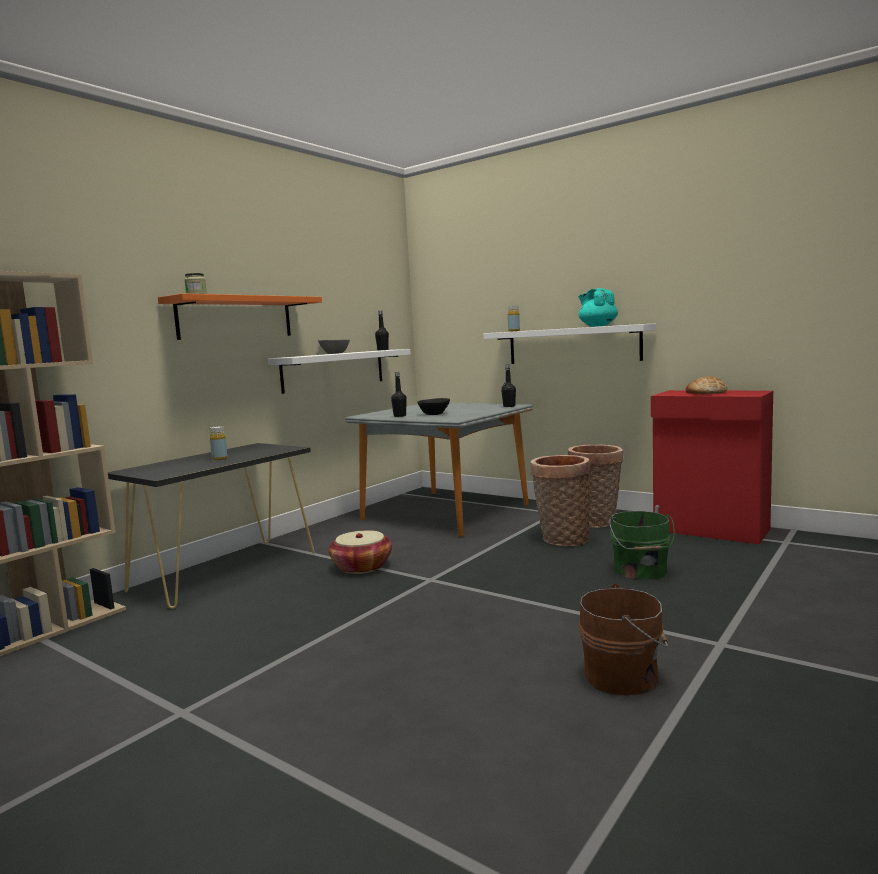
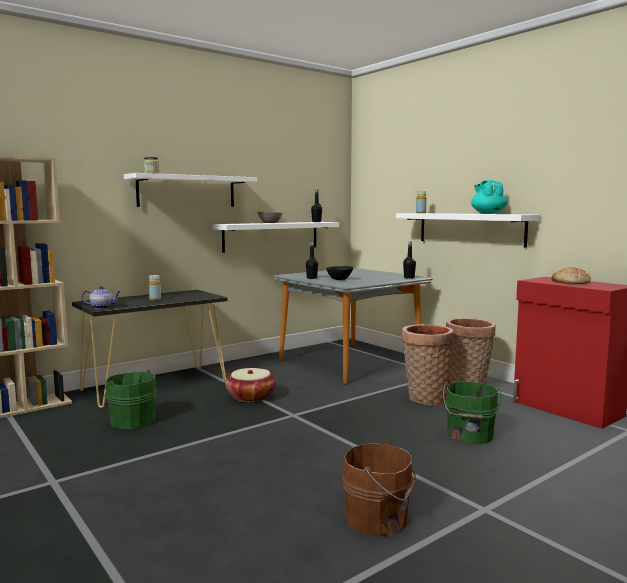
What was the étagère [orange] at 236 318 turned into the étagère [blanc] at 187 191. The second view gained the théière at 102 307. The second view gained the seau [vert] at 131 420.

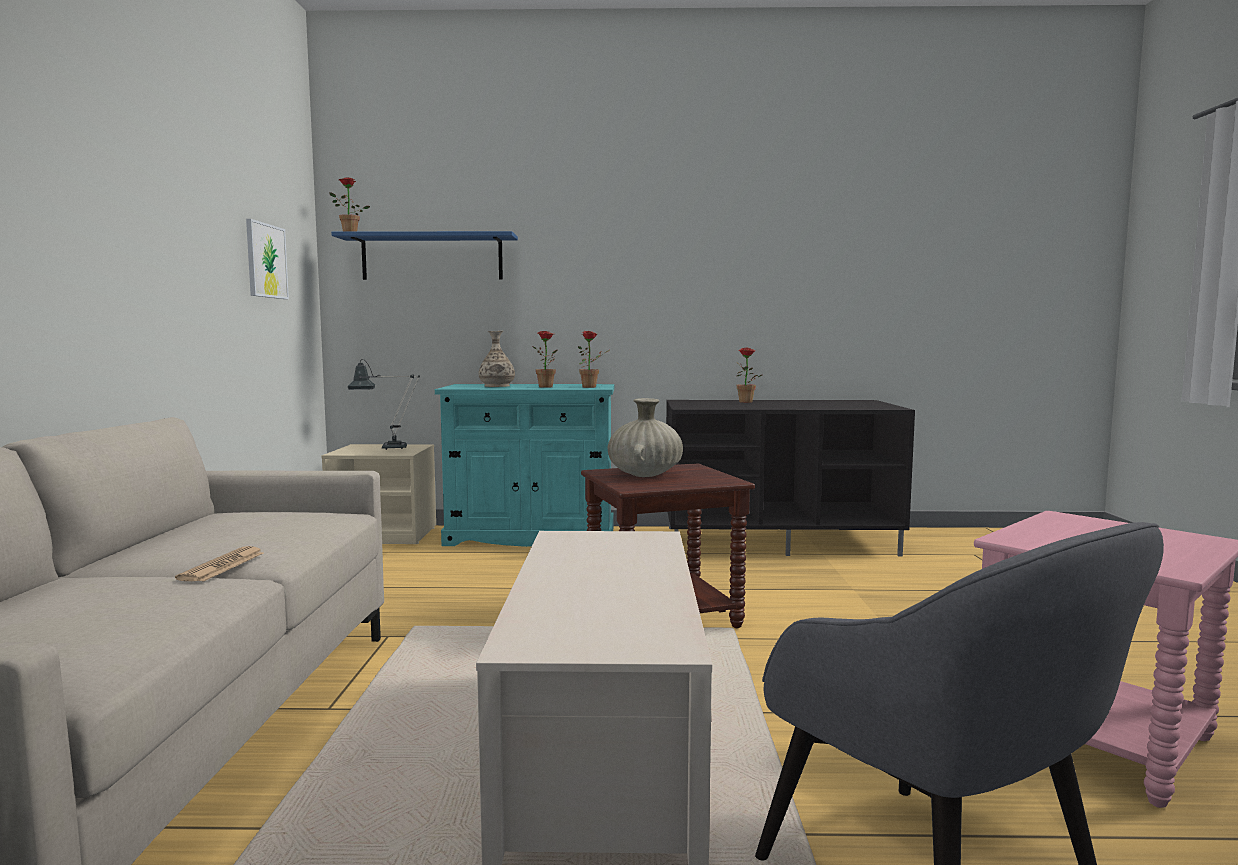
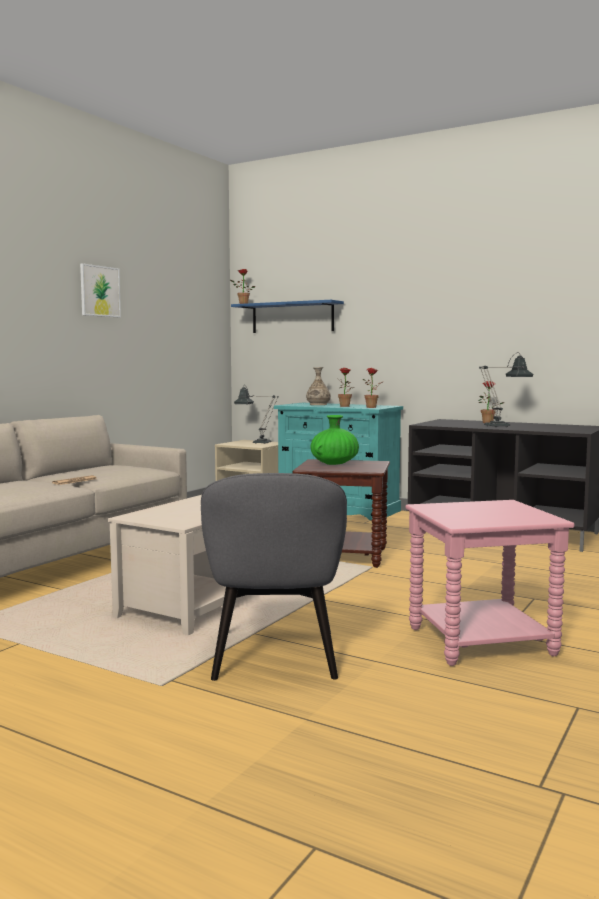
The tableau ended up elsewhere, having gone from 266 261 to 100 291. What was the vase [beige] at 645 475 turned into the vase [vert] at 334 463. The second view gained the lampe de table at 502 426.

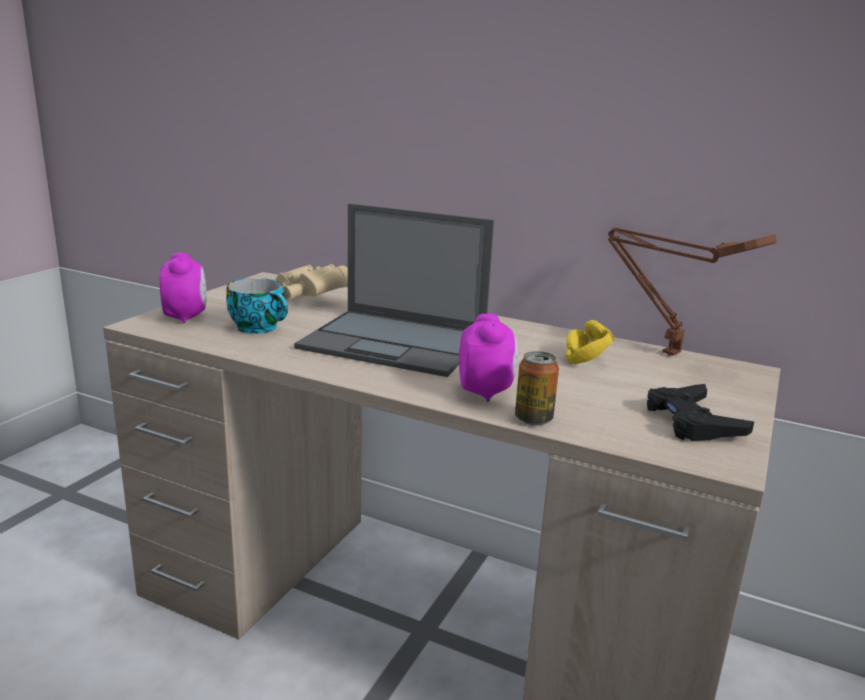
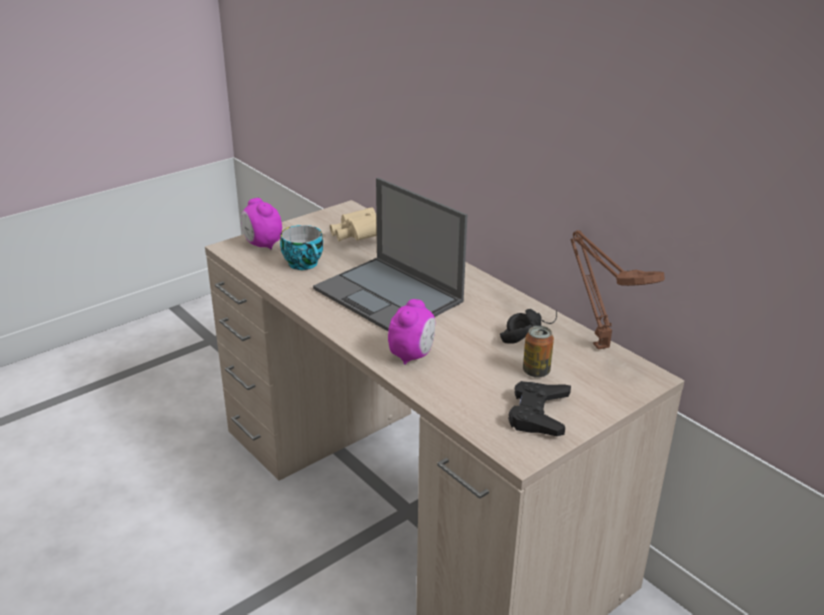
The réveil at 186 317 ended up facing another way, 135 degrees clockwise from before. The boîte métallique ended up elsewhere, having gone from 533 419 to 536 371. What was the casque audio [jaune] at 584 353 turned into the casque audio [noir] at 527 332.

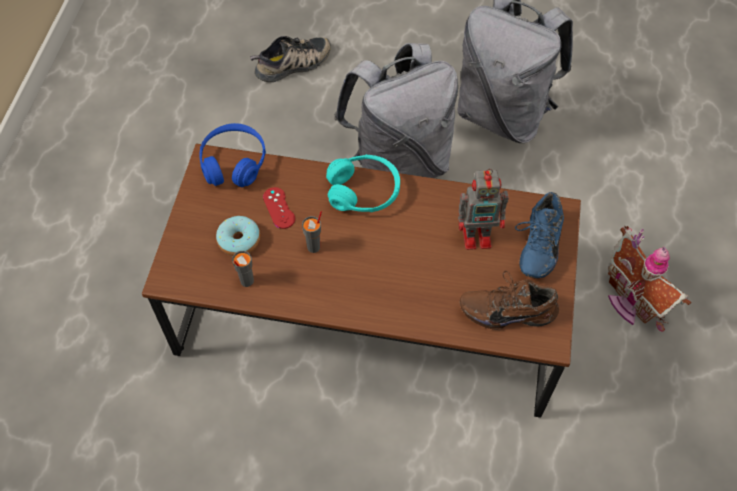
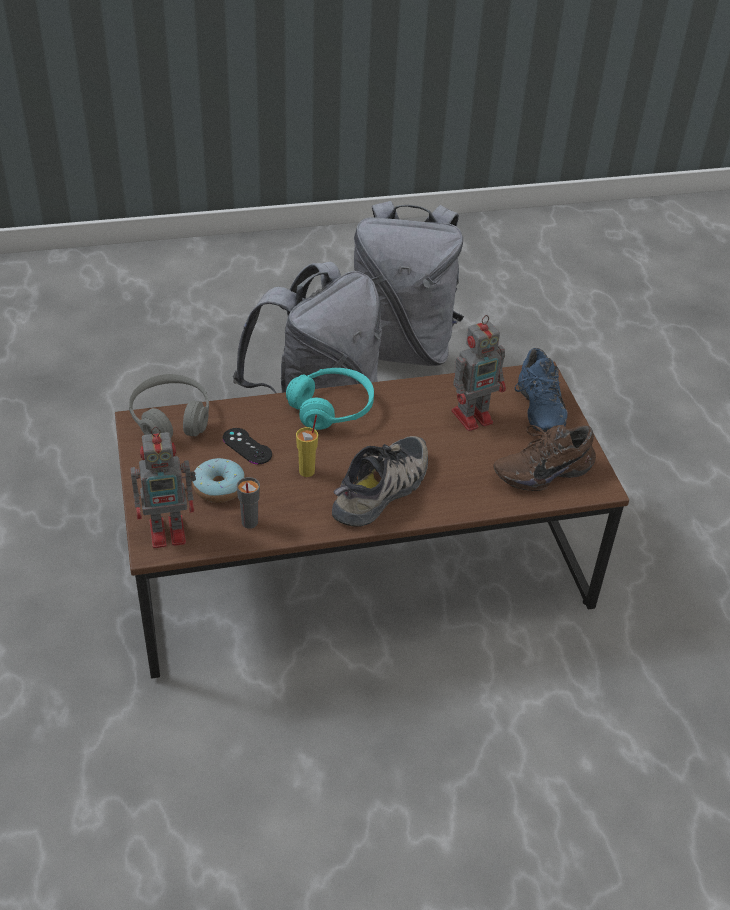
What was the casque audio [bleu] at 234 163 turned into the casque audio [gris] at 171 418. The chaussure ended up elsewhere, having gone from 293 65 to 383 490. What was the manette [rouge] at 279 208 turned into the manette [noir] at 247 446. What was the tasse [gris] at 314 247 turned into the tasse [jaune] at 307 471. The second view lost the maison miniature at 632 301. The second view gained the robot jouet at 170 531.

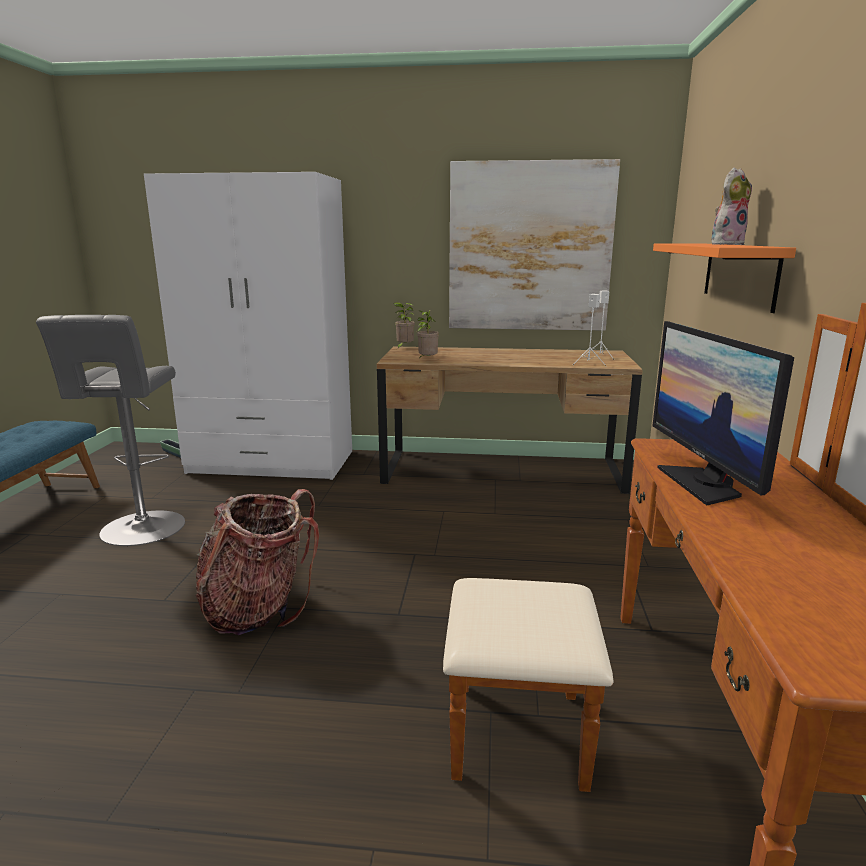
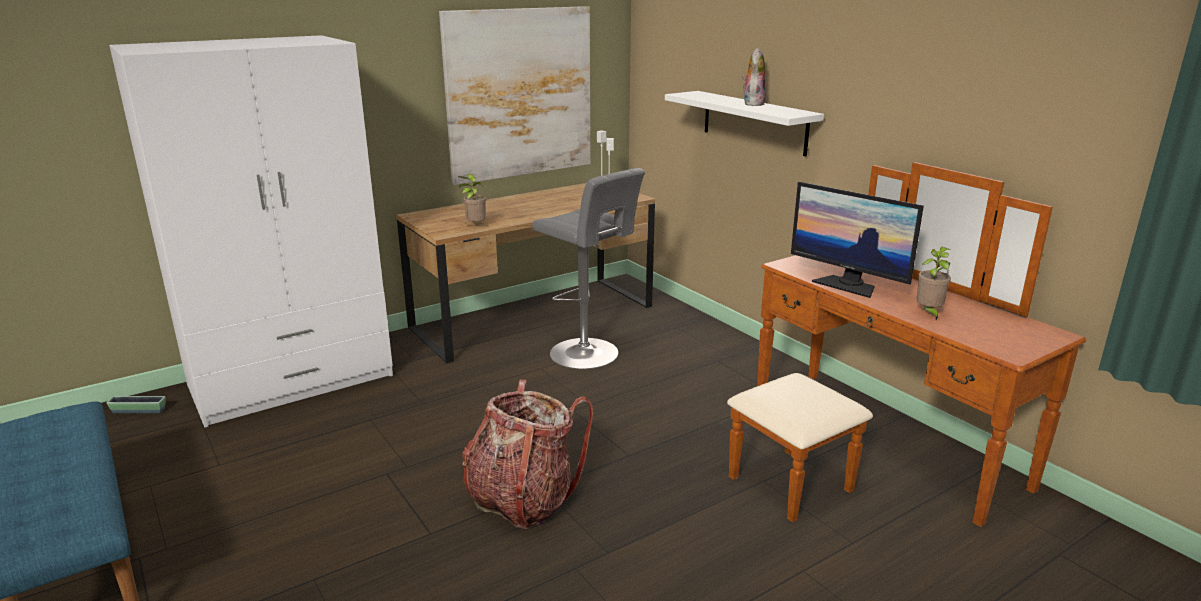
The tabouret [gris] ended up elsewhere, having gone from 141 530 to 588 355. The plante en pot ended up elsewhere, having gone from 404 348 to 928 313. What was the étagère [orange] at 739 273 turned into the étagère [blanc] at 754 122.

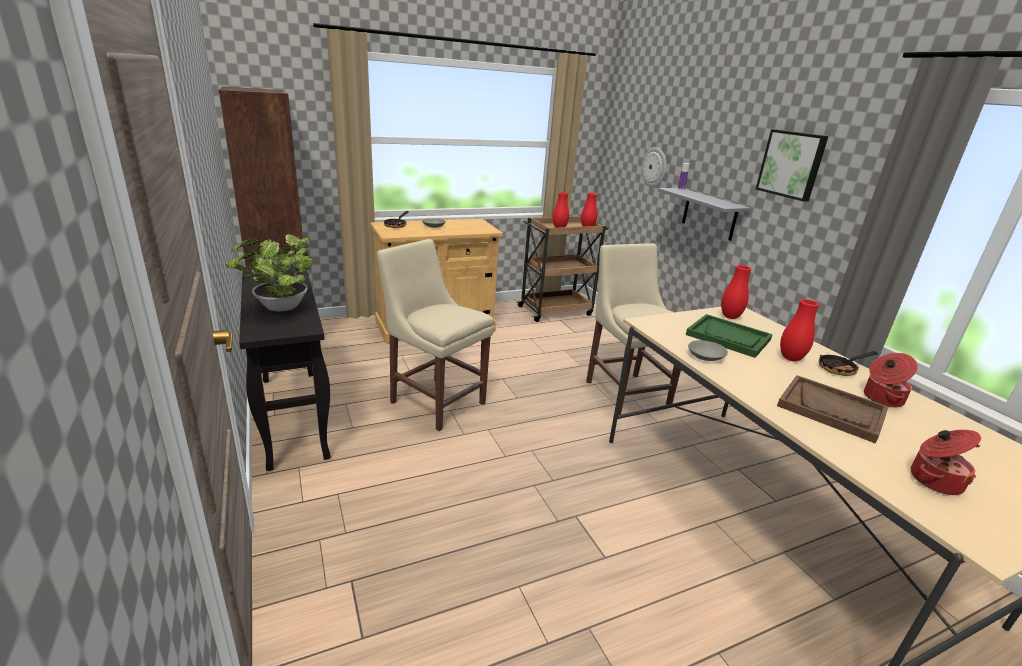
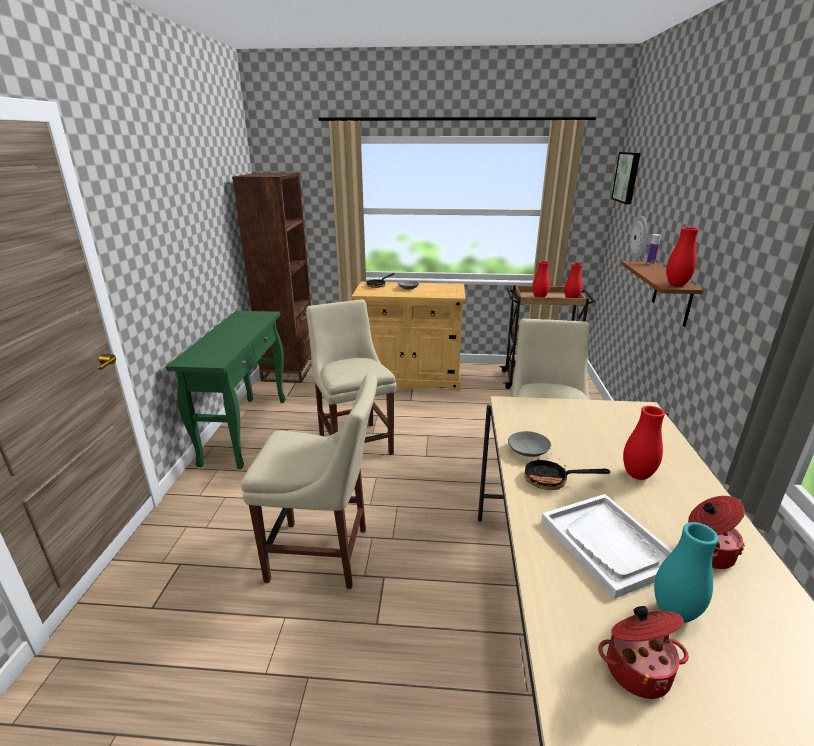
The second view lost the plante en pot at 279 309. What was the table console [noir] at 292 415 turned into the table console [vert] at 246 429. What was the étagère [gris] at 709 214 turned into the étagère [marron] at 672 294. The second view lost the plateau [vert] at 728 337. The vase [rouge] ended up elsewhere, having gone from 730 317 to 676 284. The tableau ended up elsewhere, having gone from 792 164 to 628 177. What was the plateau [marron] at 831 410 turned into the plateau [blanc] at 608 544. The poêle ended up elsewhere, having gone from 840 369 to 552 480. The second view gained the chaise [beige] at 324 555. The second view gained the vase [turquoise] at 674 612.

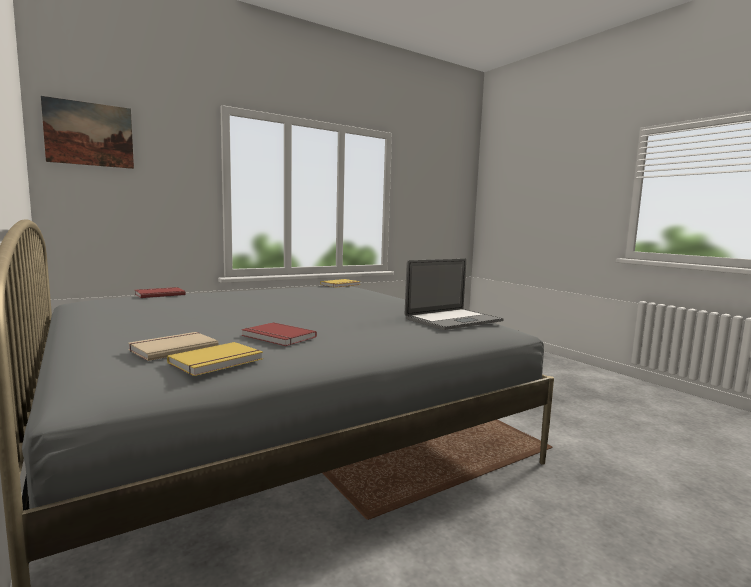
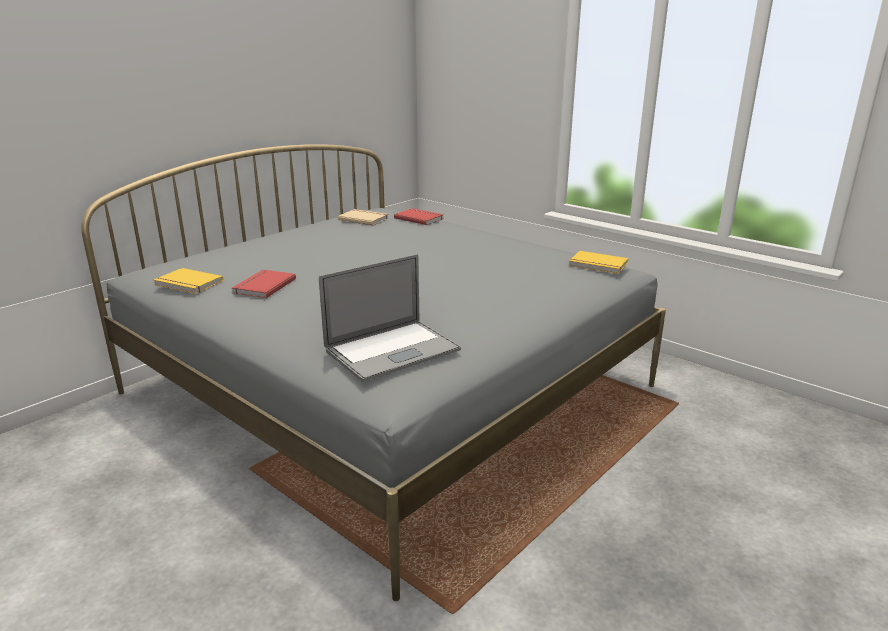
The second view lost the tableau at 89 134. The livre [beige] ended up elsewhere, having gone from 172 348 to 364 219. The ordinateur portable at 453 320 ended up facing another way, 75 degrees counterclockwise from before.

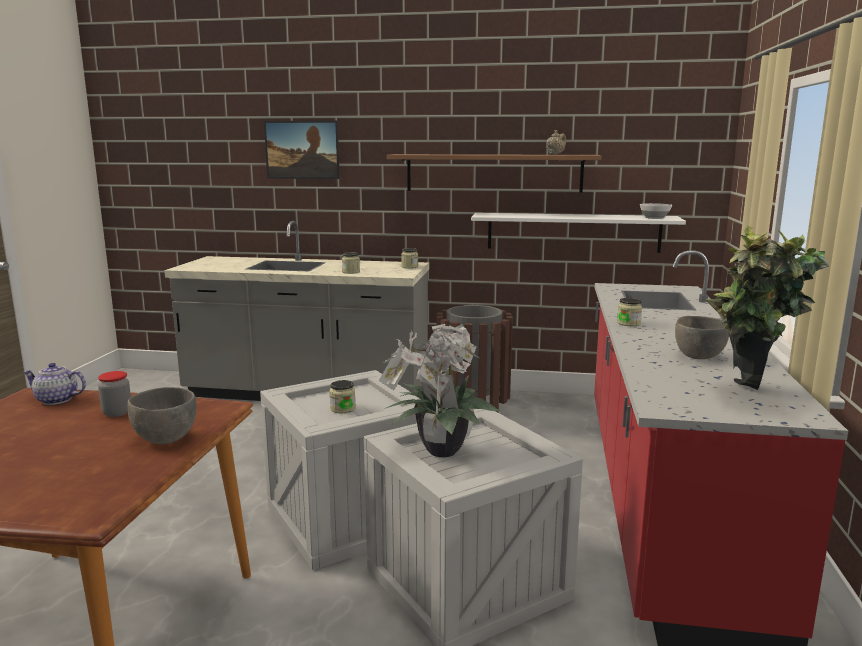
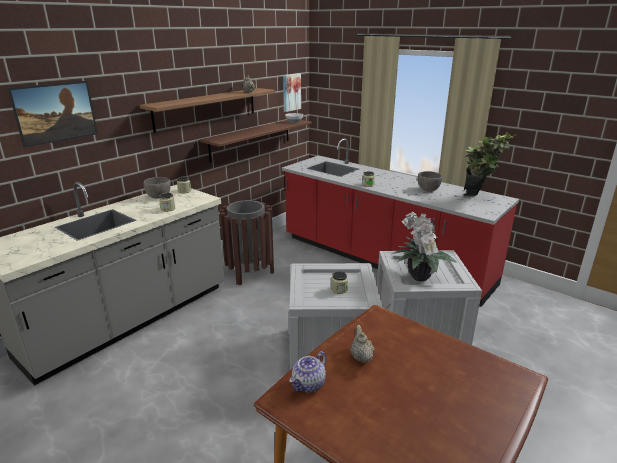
Where the bocal stood at 117 413, the théière [beige] came to stand at 361 356. The bol [gris] ended up elsewhere, having gone from 165 438 to 158 197. What was the étagère [blanc] at 573 232 turned into the étagère [marron] at 251 139. The second view gained the tableau at 291 92.

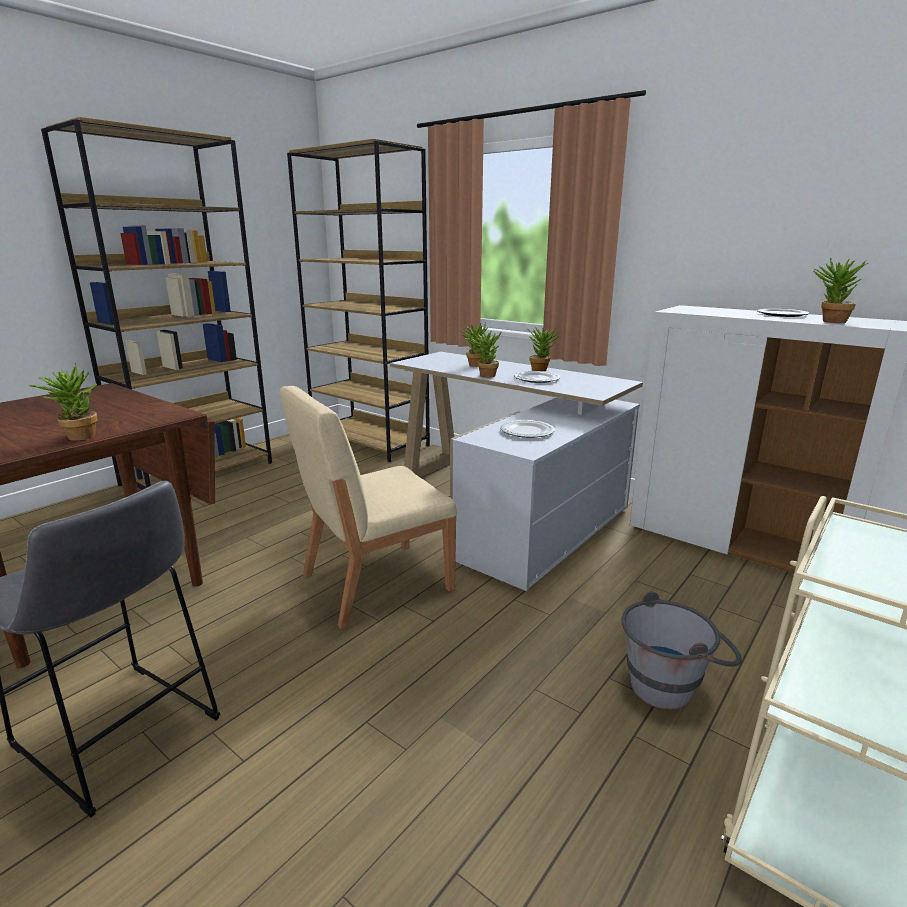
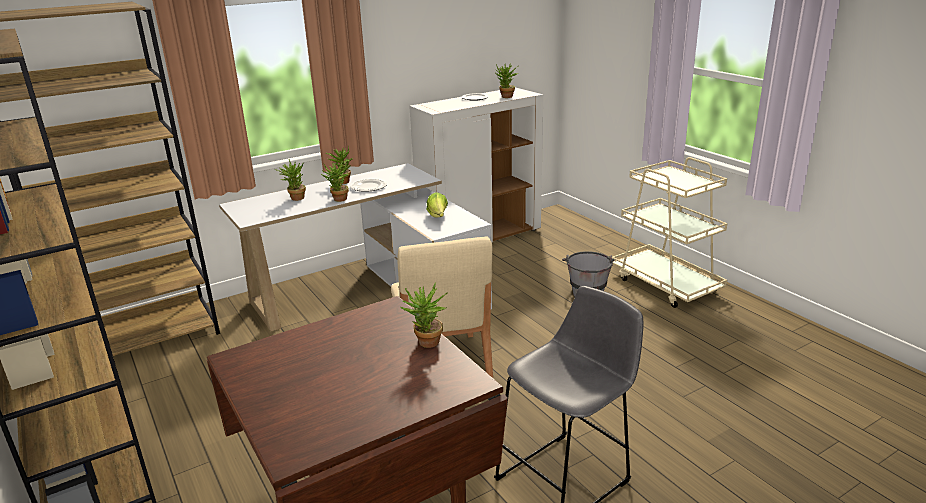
Where the assiette stood at 528 431, the laitue came to stand at 438 217.

